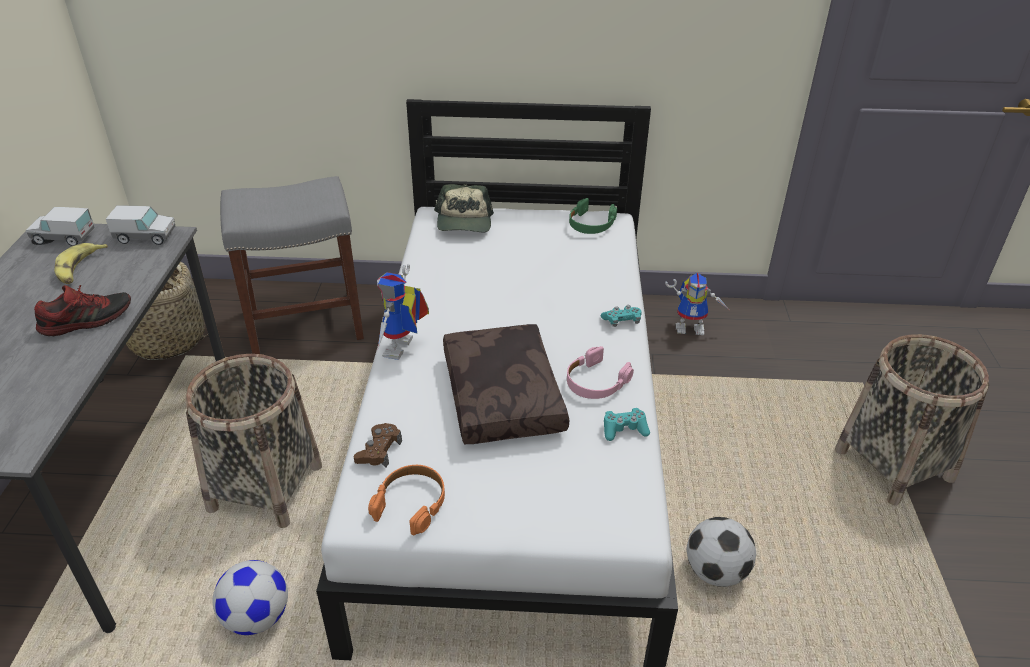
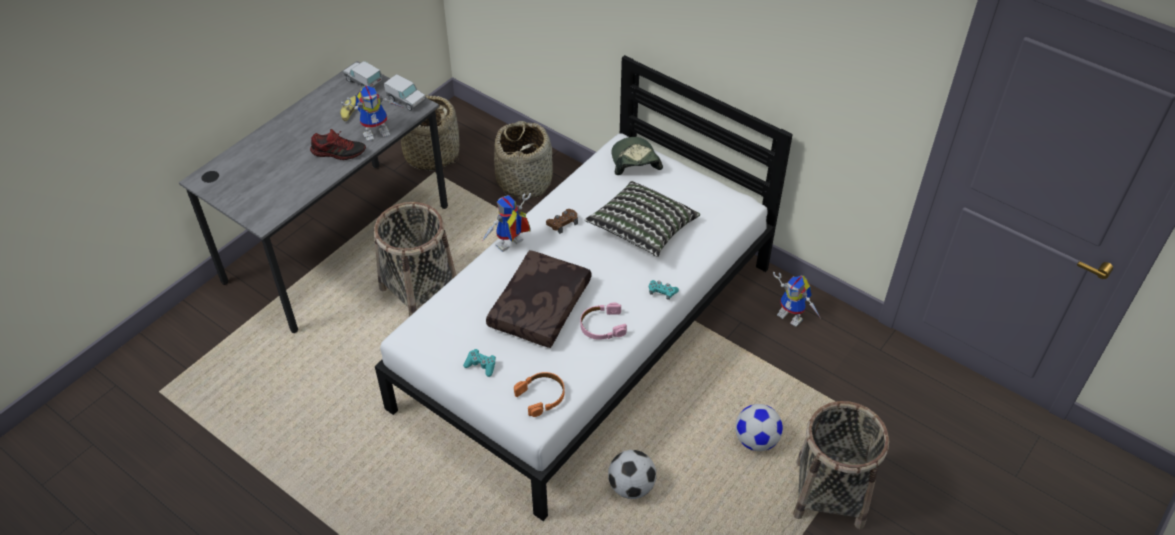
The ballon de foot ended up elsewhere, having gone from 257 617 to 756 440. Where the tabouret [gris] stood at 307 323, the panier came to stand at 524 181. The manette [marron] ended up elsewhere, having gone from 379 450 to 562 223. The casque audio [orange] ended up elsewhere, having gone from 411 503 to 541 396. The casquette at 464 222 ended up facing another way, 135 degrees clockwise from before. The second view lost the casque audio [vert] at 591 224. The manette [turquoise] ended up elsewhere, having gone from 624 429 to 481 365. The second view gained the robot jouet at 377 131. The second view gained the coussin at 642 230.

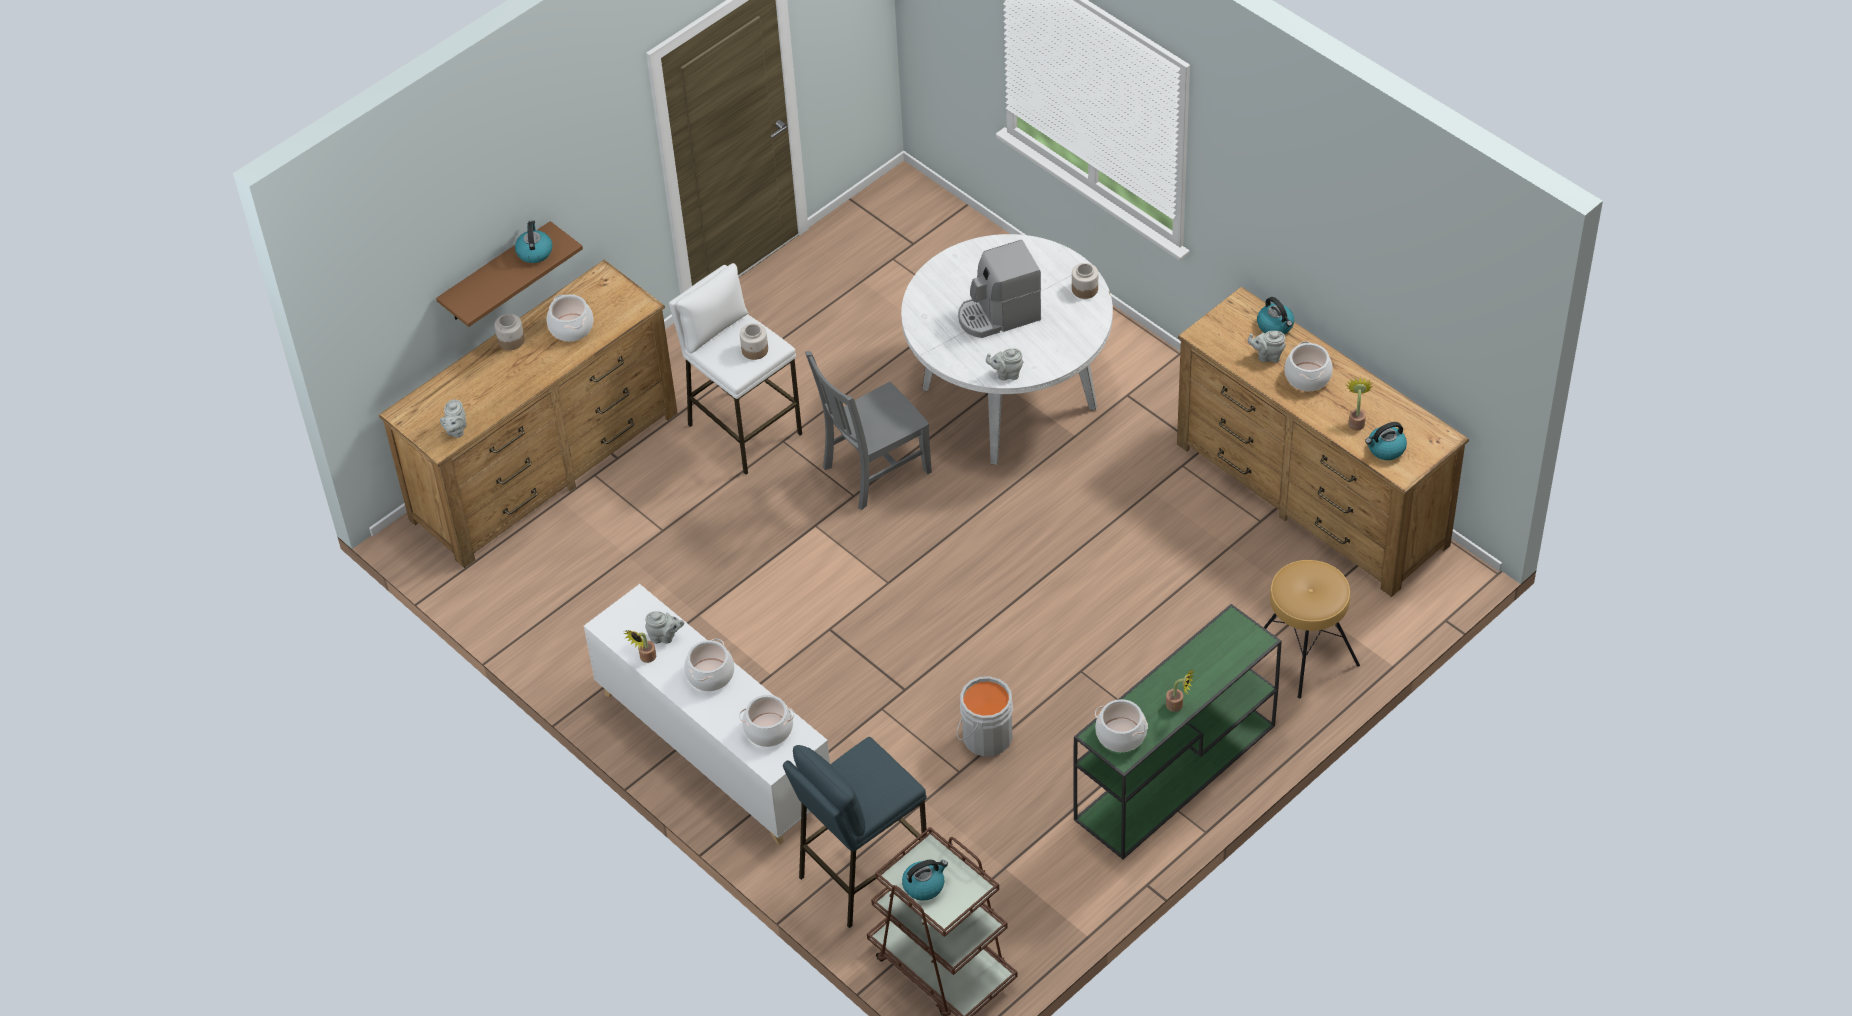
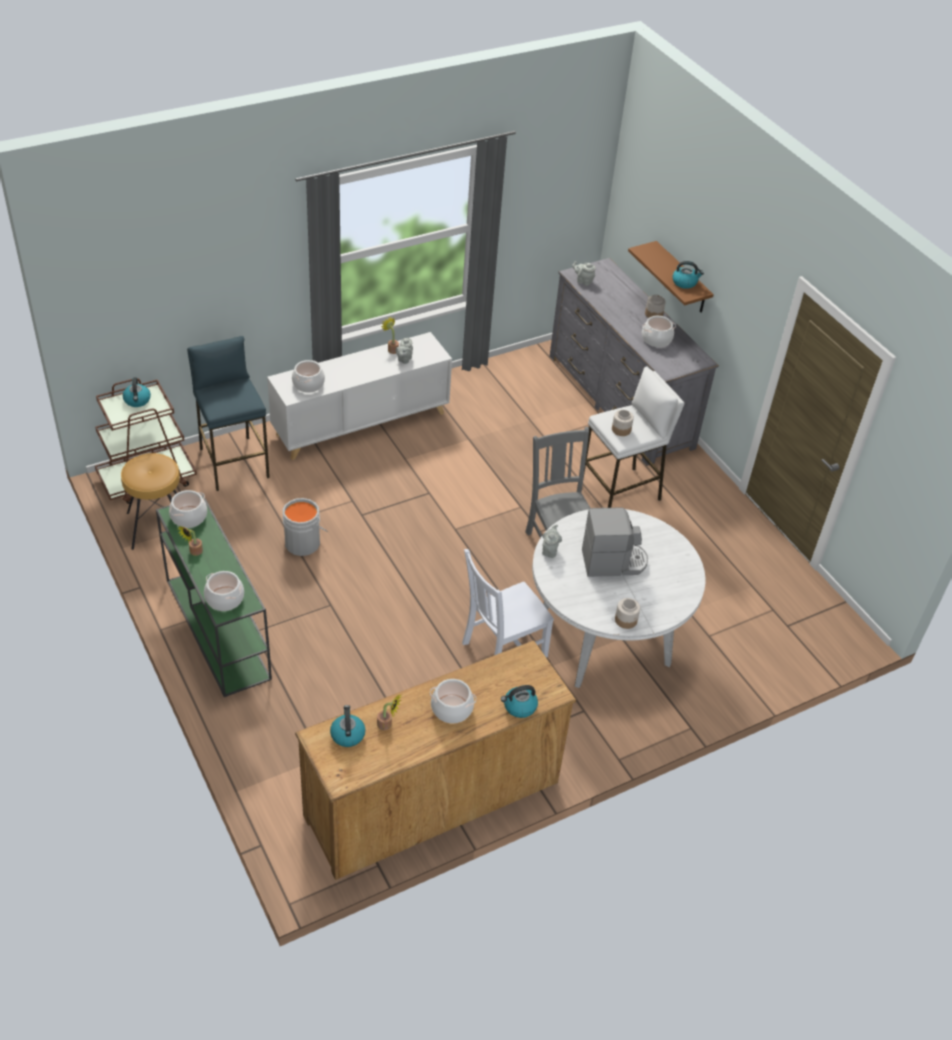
What was the commode [marron] at 545 466 turned into the commode [gris] at 620 401. The marmite ended up elsewhere, having gone from 710 674 to 225 599. The machine à café at 998 315 ended up facing another way, 90 degrees clockwise from before. The second view lost the théière [gris] at 1267 356. The tabouret [marron] ended up elsewhere, having gone from 1304 654 to 158 526. The second view gained the chaise [blanc] at 501 650.

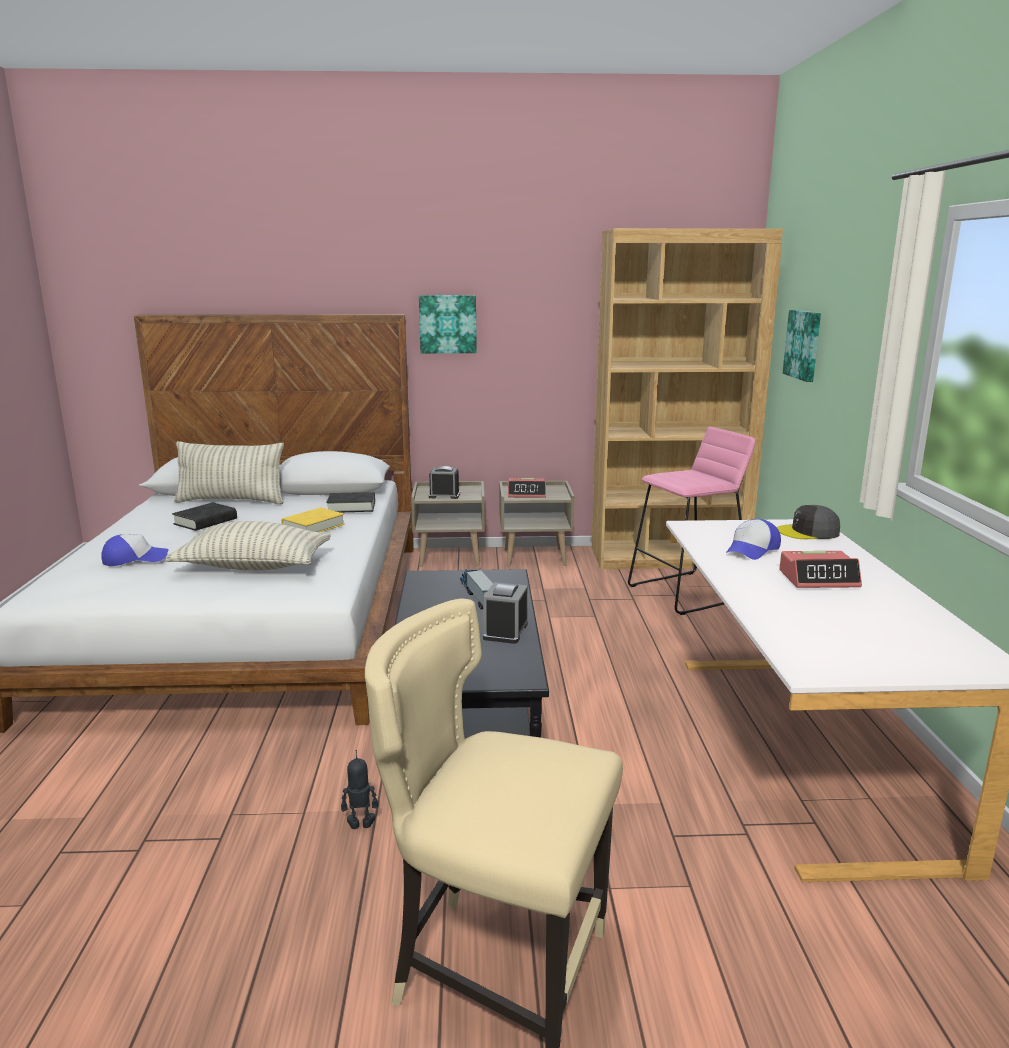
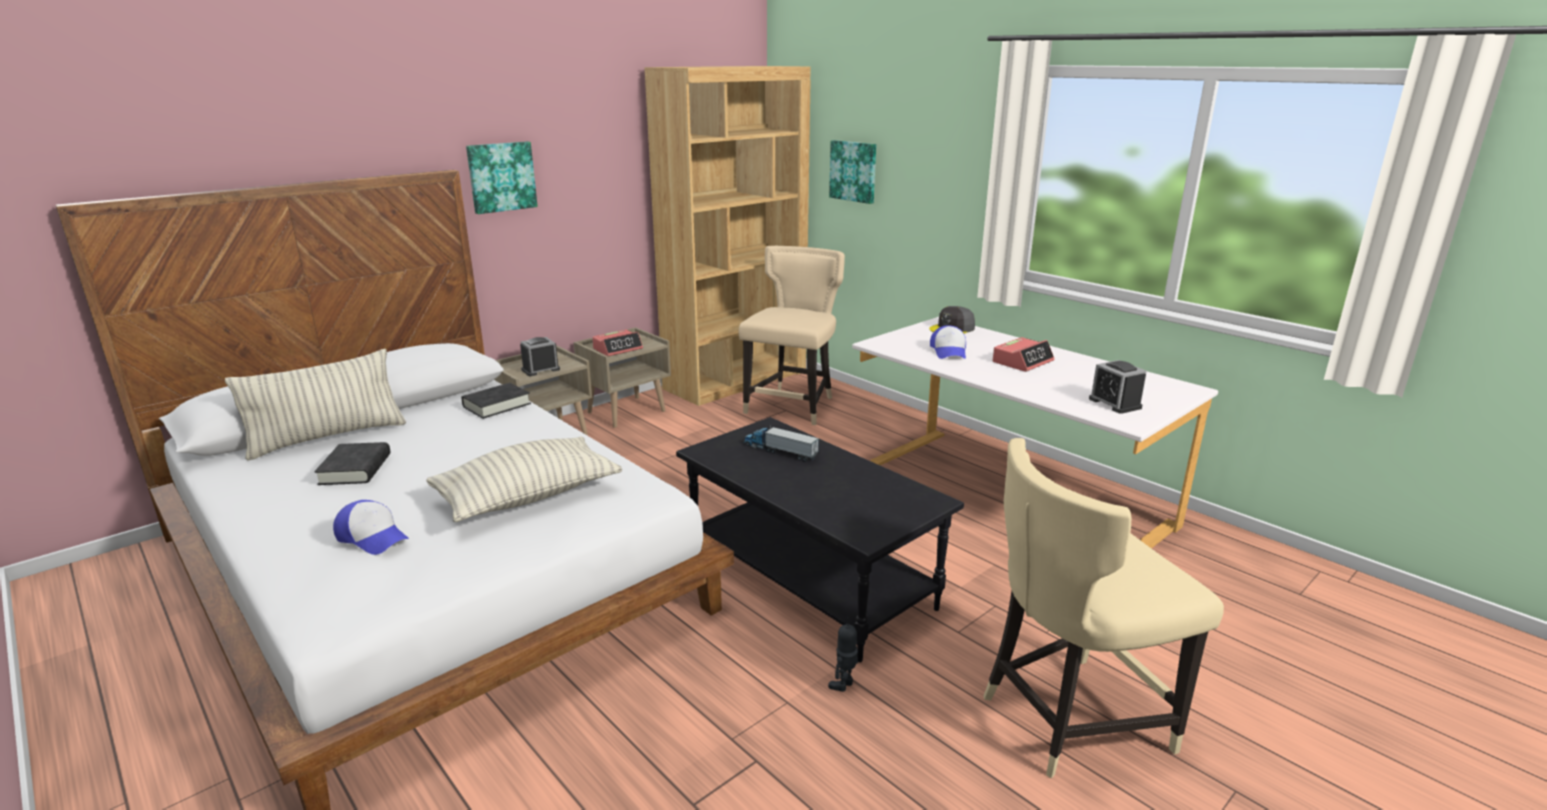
The casquette at 135 559 ended up facing another way, 90 degrees clockwise from before. The second view lost the livre [jaune] at 313 526. The réveil ended up elsewhere, having gone from 505 631 to 1115 403. Where the tabouret [rose] stood at 688 593, the chaise [beige] came to stand at 793 405.

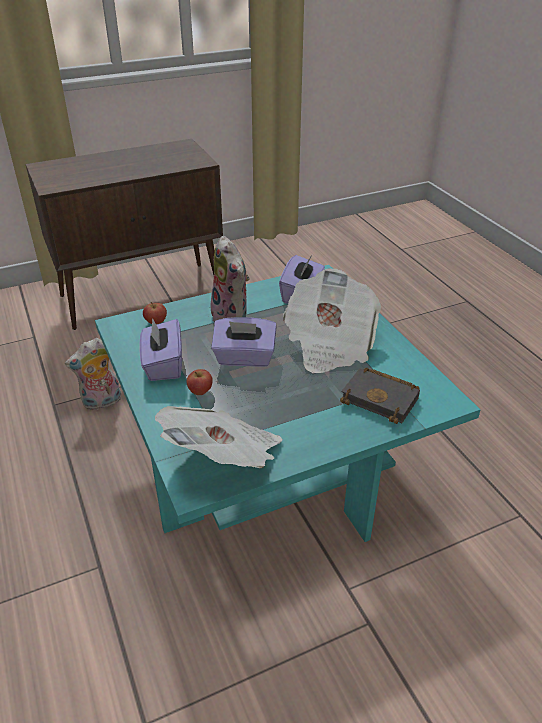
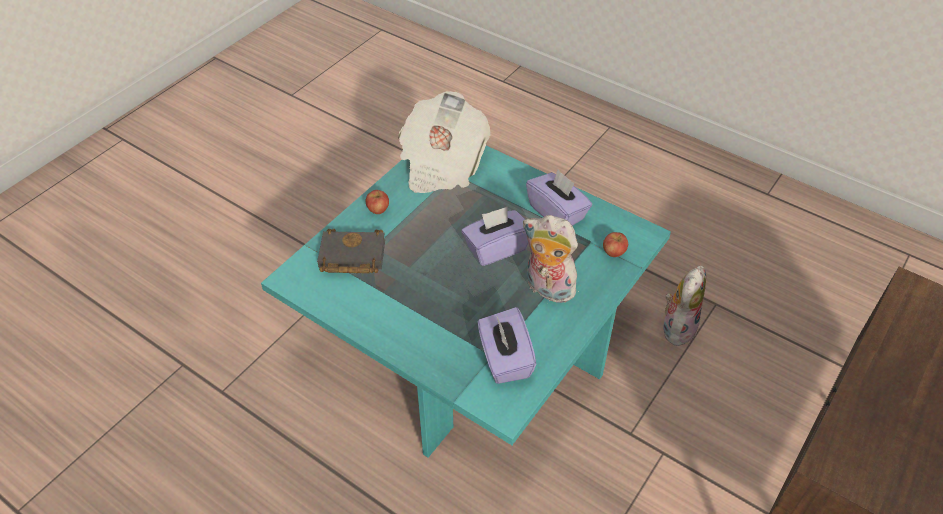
The pomme ended up elsewhere, having gone from 200 391 to 378 210. The second view lost the journal at 329 343.

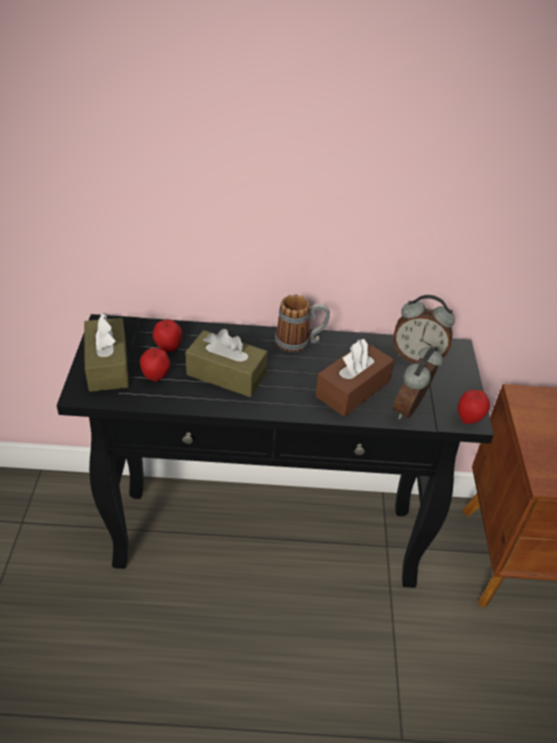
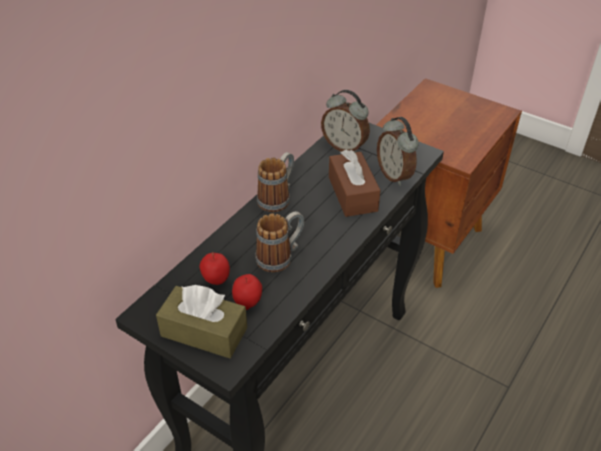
Where the boîte à mouchoirs [marron] stood at 226 374, the mug came to stand at 280 256. The réveil at 417 357 ended up facing another way, 75 degrees clockwise from before. The second view lost the pomme at 469 419.

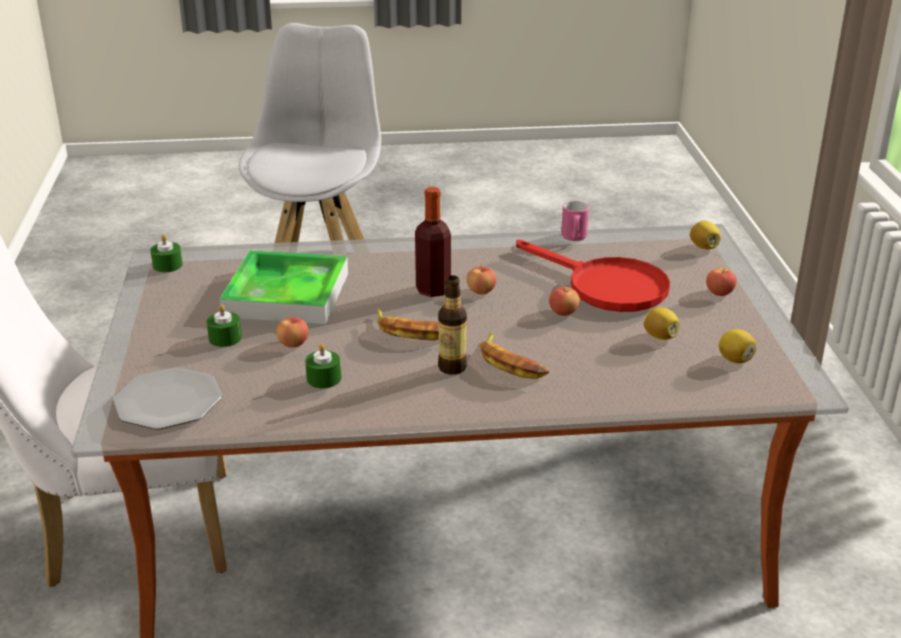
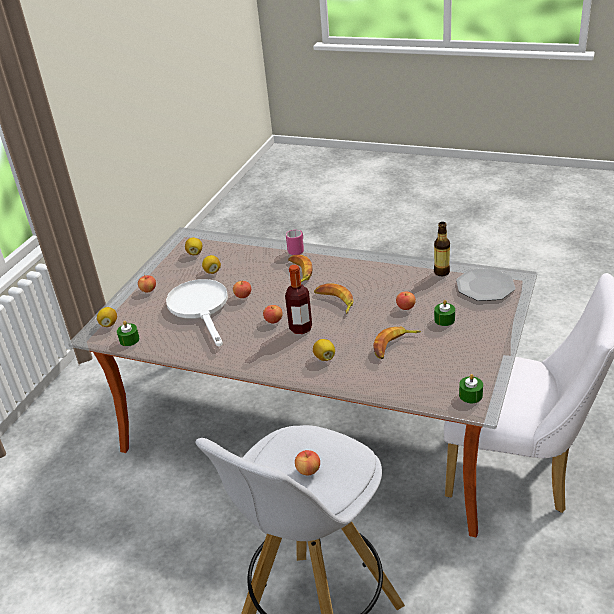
Where the plateau stood at 287 294, the banane came to stand at 394 345. The bougie [vert] ended up elsewhere, having gone from 324 378 to 129 340. The bouteille ended up elsewhere, having gone from 452 367 to 441 272. What was the poêle [rouge] at 605 286 turned into the poêle [blanc] at 201 308. The mug [rose] ended up elsewhere, having gone from 574 238 to 297 250. The second view gained the pomme at 308 470. The second view gained the citron at 324 357.

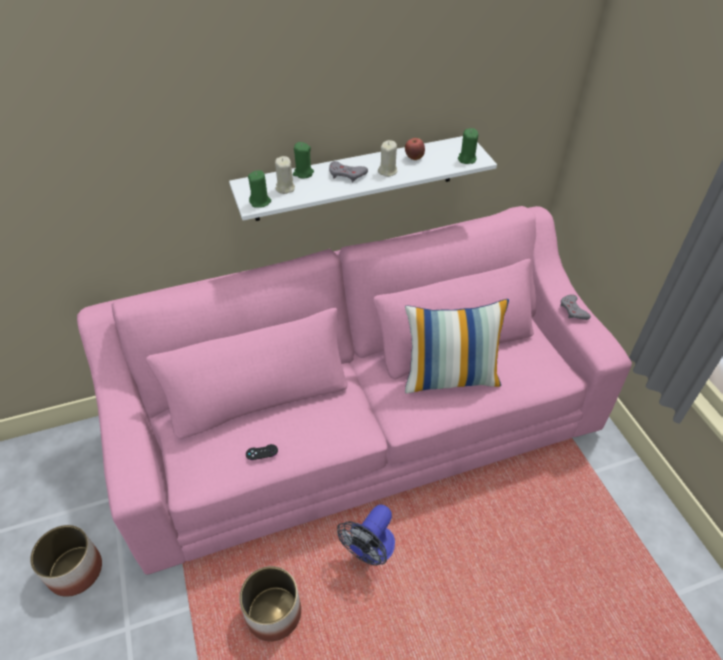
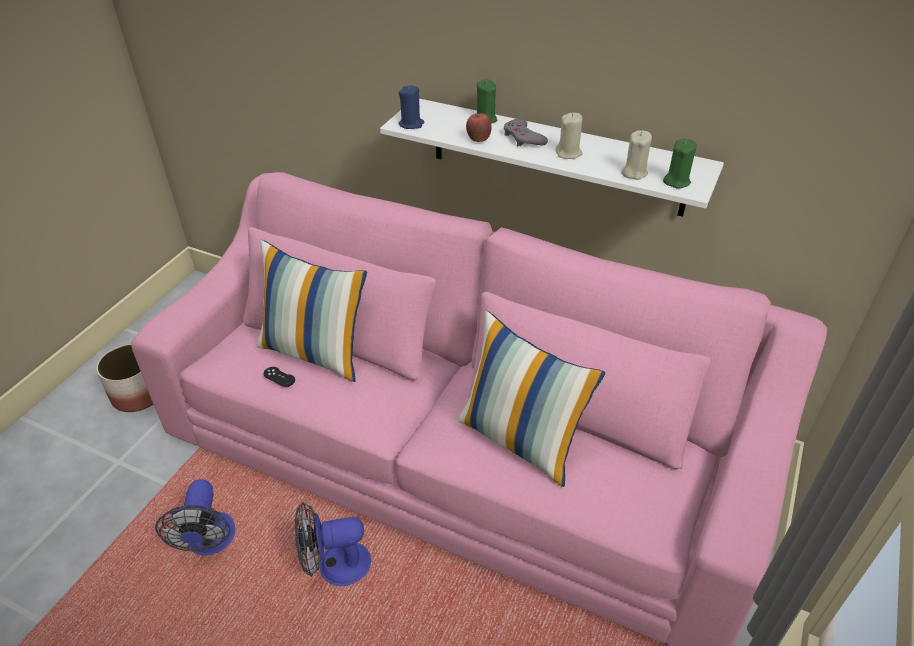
Where the cache-pot stood at 273 612, the ventilateur came to stand at 210 542. What was the bougie [vert] at 260 202 turned into the bougie [bleu] at 411 124. The bougie [beige] ended up elsewhere, having gone from 285 188 to 634 173. The pomme ended up elsewhere, having gone from 414 158 to 478 139. The second view lost the manette [gris] at 573 310. The second view gained the coussin at 316 352.

